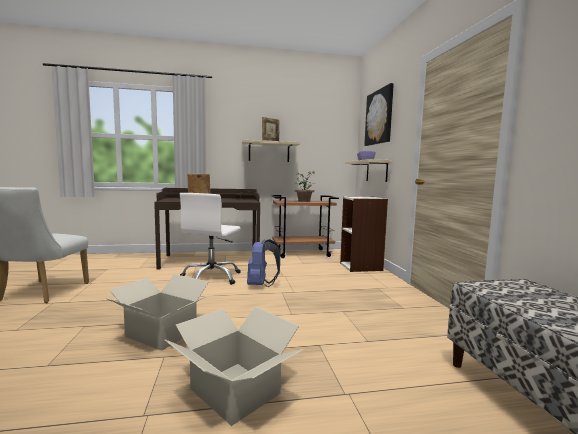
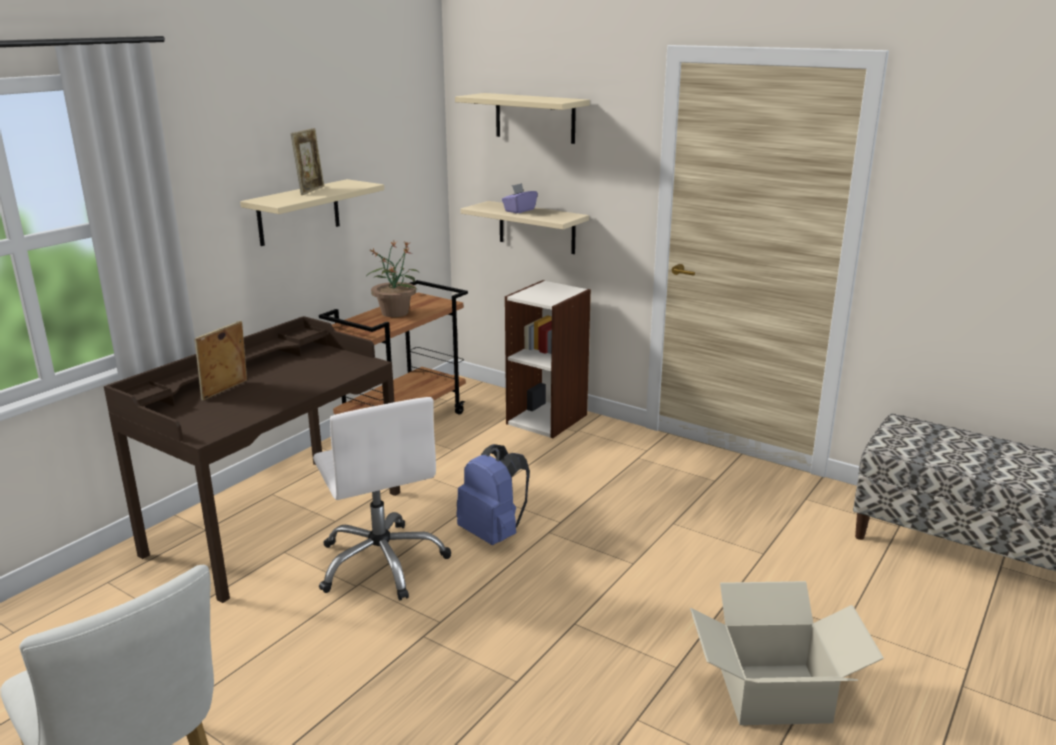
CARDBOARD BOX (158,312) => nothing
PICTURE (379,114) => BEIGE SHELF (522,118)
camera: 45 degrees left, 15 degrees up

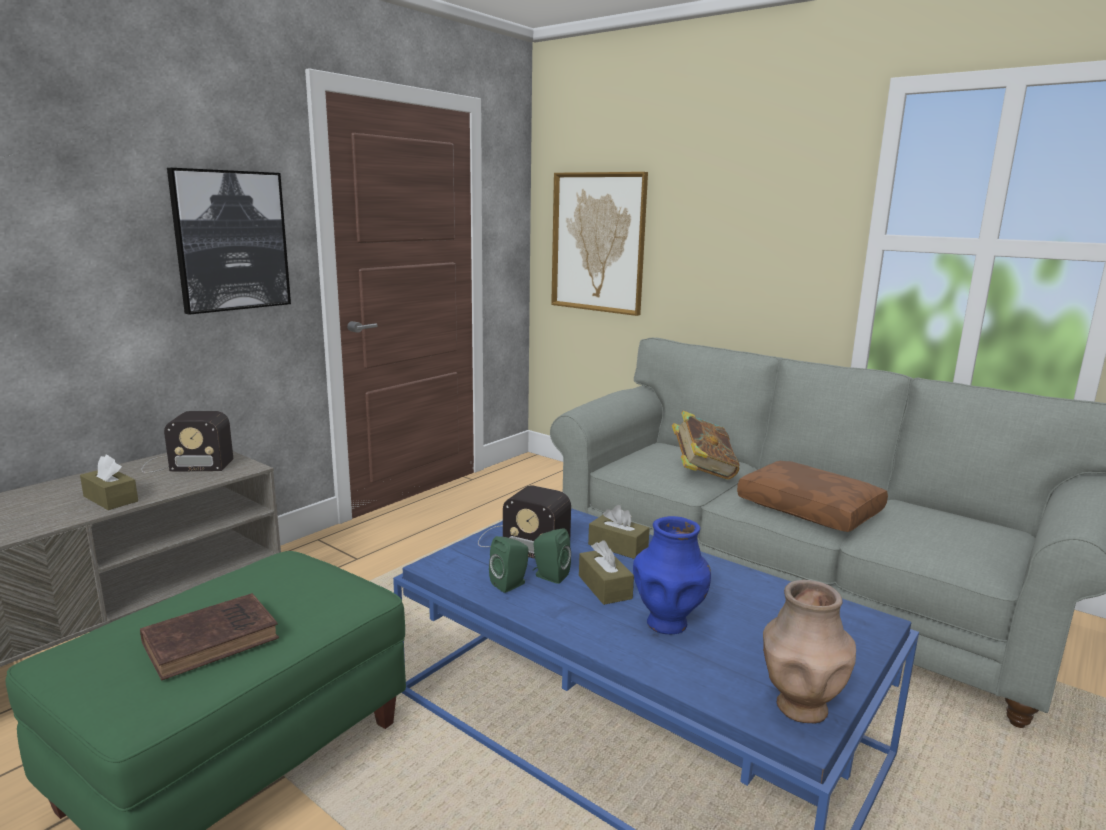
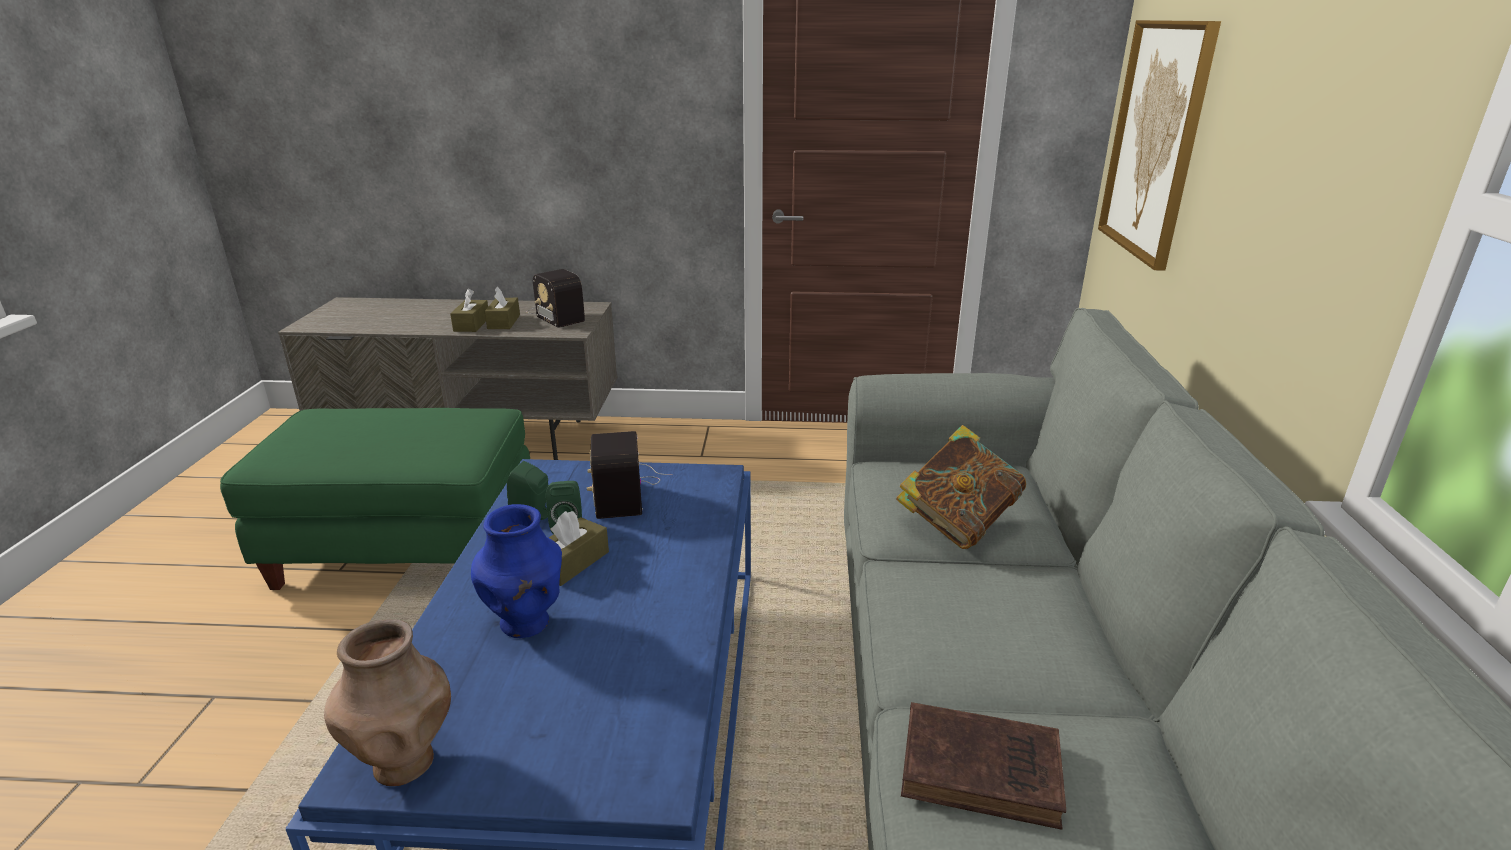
BROWN BOOK (209,637) => BROWN BOOK (983,766), move
PICTURE (229,241) => nothing
BROWN TISSUE BOX (619,532) => BROWN TISSUE BOX (502,308), move
BROWN PILLOW (812,496) => nothing
camera: 55 degrees right, 10 degrees up

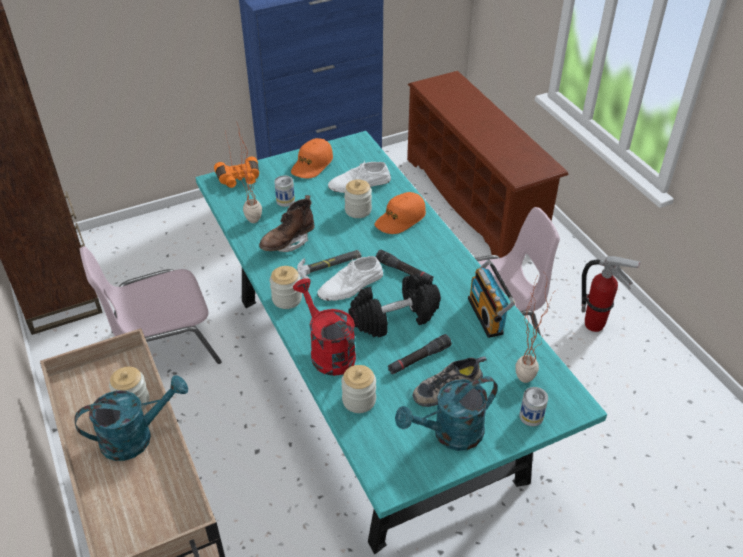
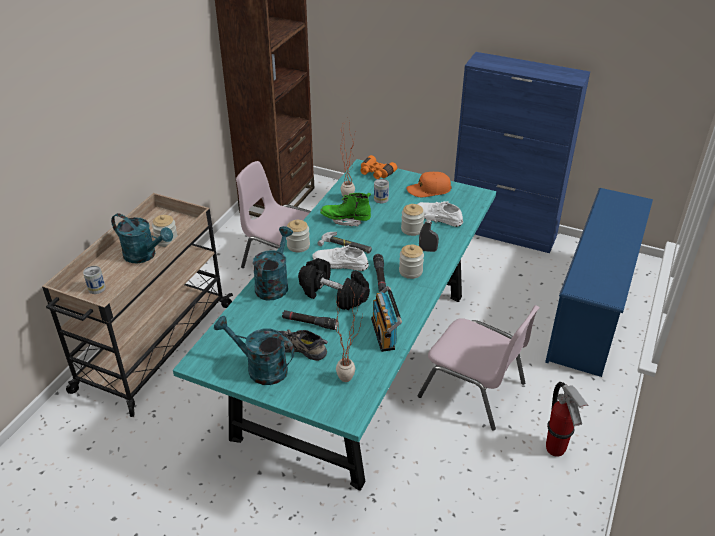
BROWN BOOT (287,223) => GREEN BOOT (345,209)
RED WATERING CAN (324,327) => TURQUOISE WATERING CAN (273,263)
JAR (358,389) => JAR (411,262), move
ORANGE CAP (400,213) => GREY SPRAY BOTTLE (429,233)
BROWN SHOE RACK (487,164) => BLUE SHOE RACK (599,282)
RADIO (492,299) => RADIO (386,319), 45 degrees counterclockwise
CAN (533,406) => CAN (94,280), move
camera: 50 degrees right, 5 degrees down

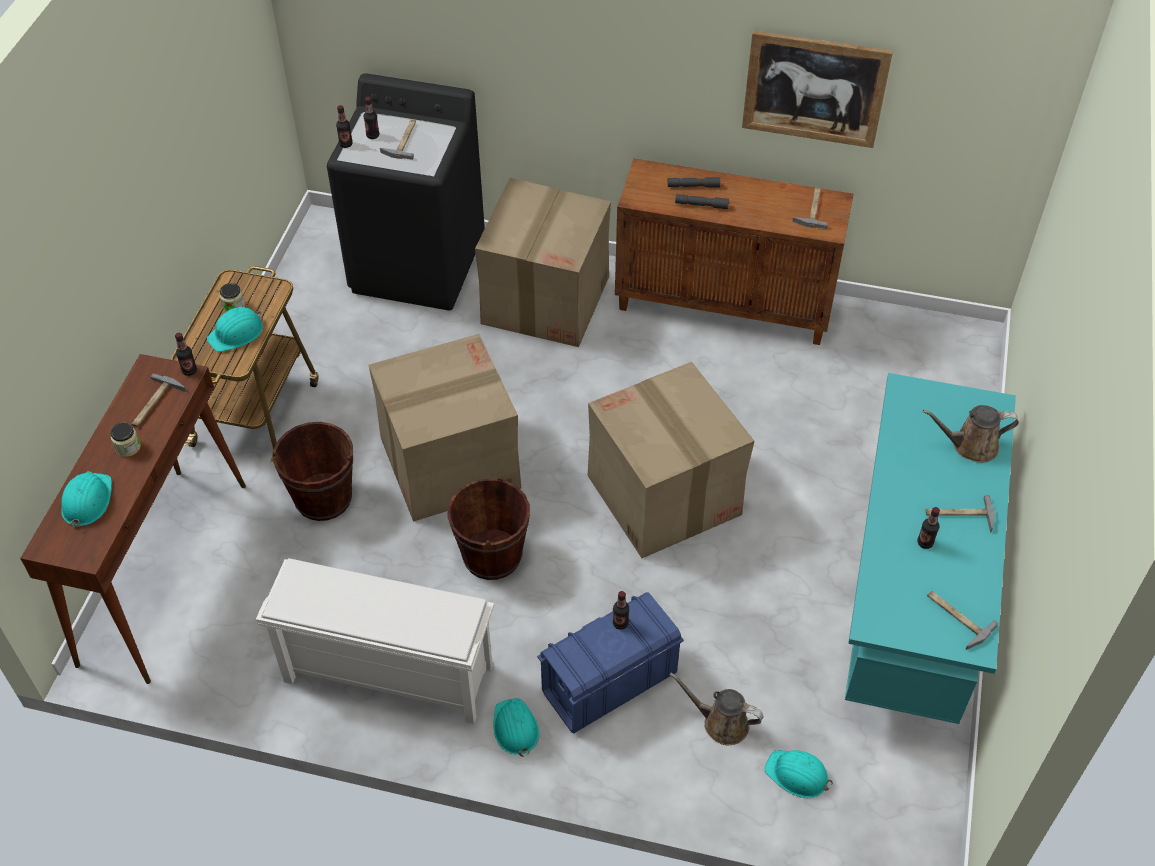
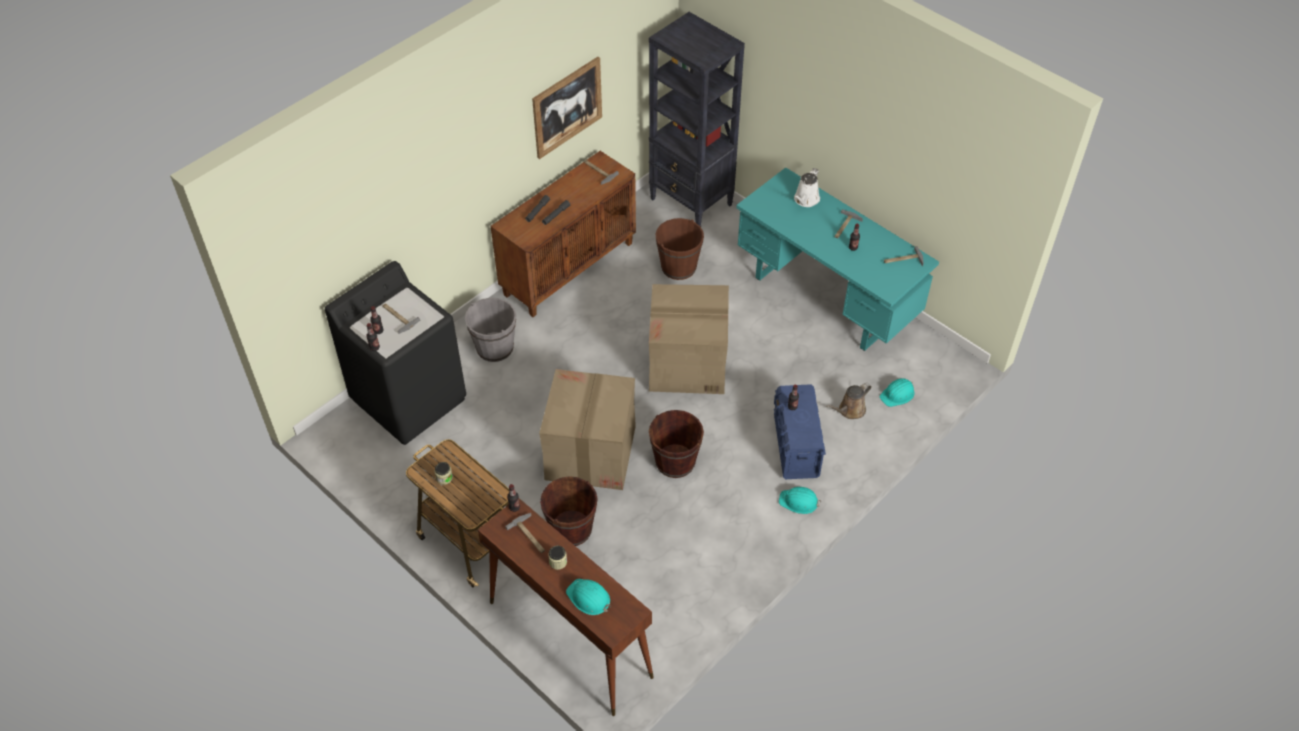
TURQUOISE HARD HAT (235,329) => nothing
WHITE SHOE RACK (375,641) => nothing
CARDBOARD BOX (543,262) => GREY BUCKET (490,330)
BROWN WATERING CAN (971,434) => WHITE WATERING CAN (807,187)
nothing => BLACK BOOKCASE (697,119)
nothing => BROWN BUCKET (679,249)
camera: 60 degrees left, 0 degrees up

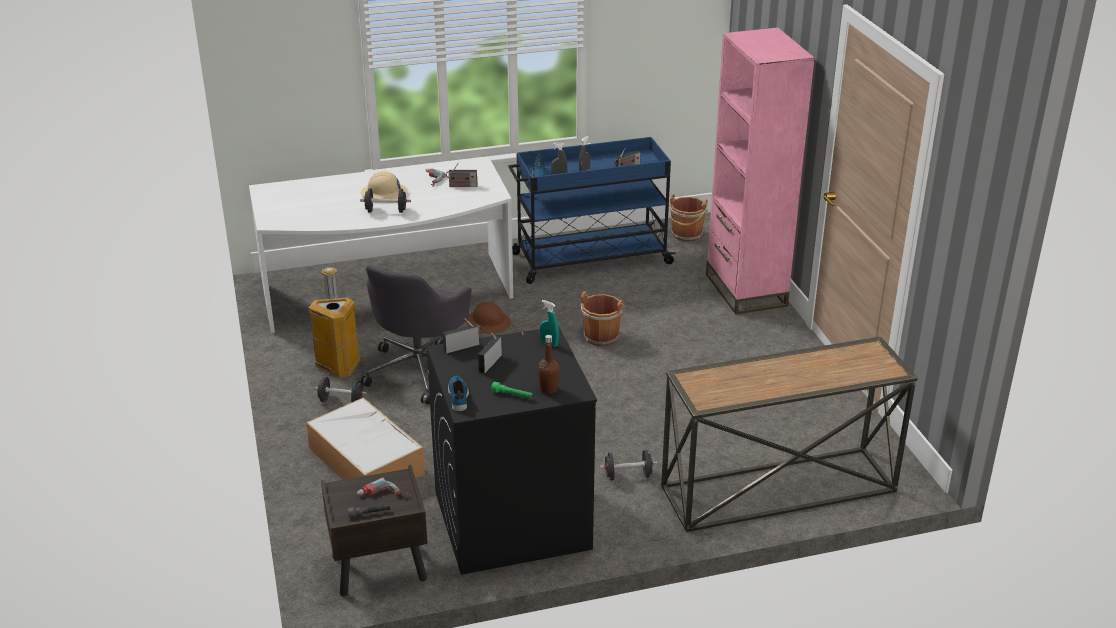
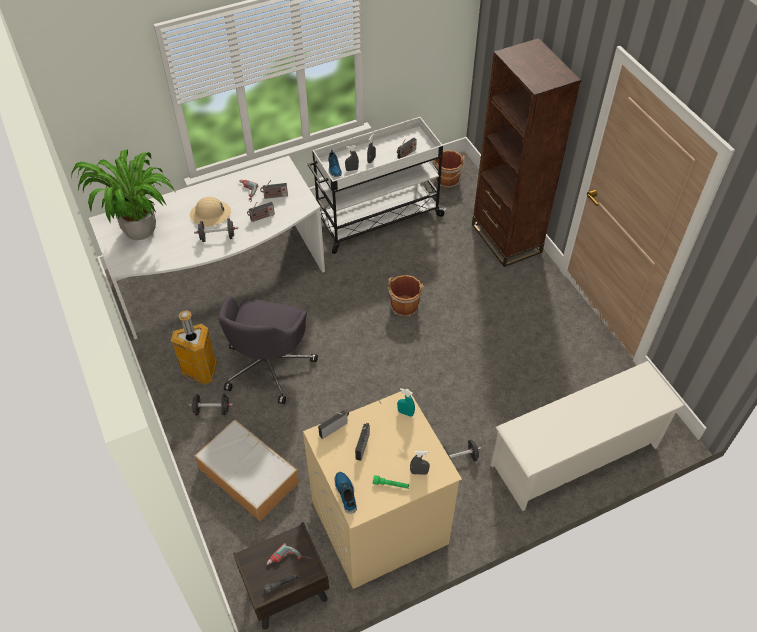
BLACK WASHING MACHINE (511,450) => BEIGE WASHING MACHINE (382,489)
BROWN HARD HAT (488,318) => nothing
BLUE CART (592,210) => WHITE CART (377,185)
BROWN BOTTLE (549,364) => GREY SPRAY BOTTLE (420,463)
CONSOLE TABLE (789,434) => WHITE SHOE RACK (588,436)
PINK BOOKCASE (760,171) => BROWN BOOKCASE (526,152)
nothing => POTTED PLANT (123,195)
nothing => RADIO (261,212)
camera: 10 degrees left, 20 degrees up

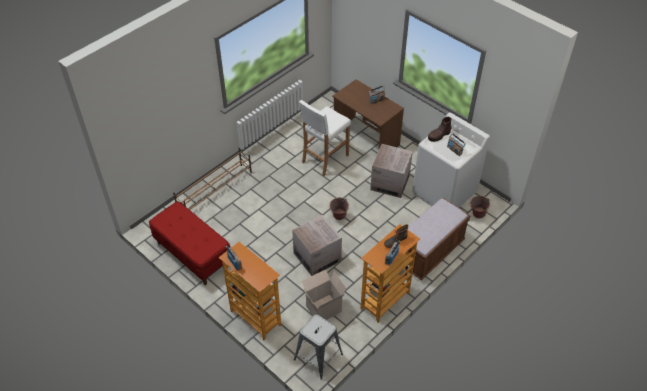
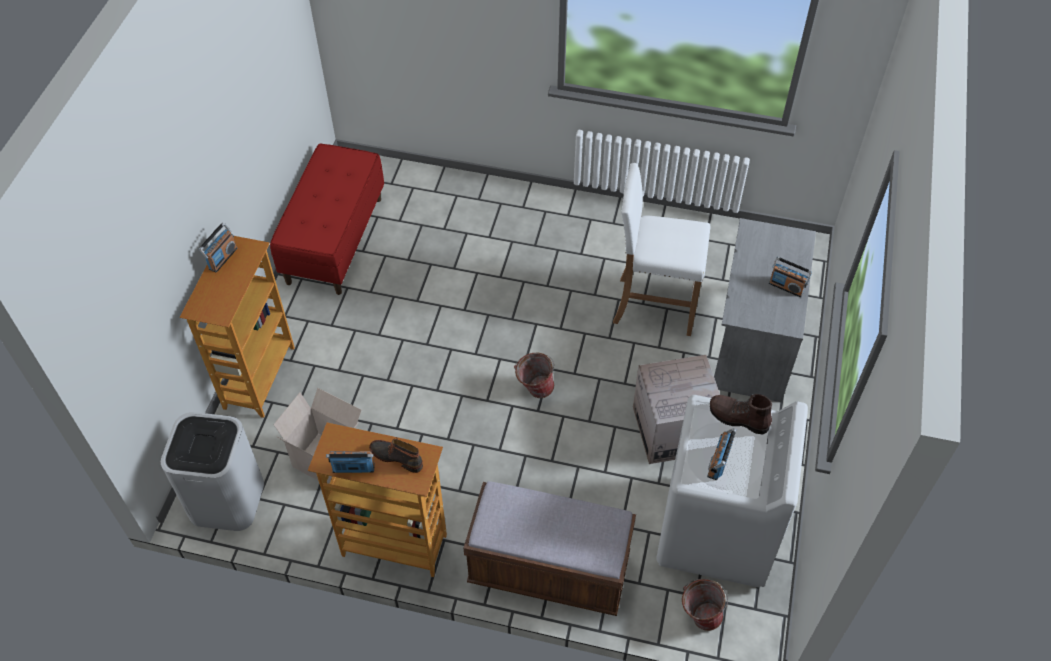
BROWN SHOE RACK (212,179) => nothing
CARDBOARD BOX (317,245) => nothing
GREY STOOL (318,347) => WHITE TRASH CAN (212,471)
BROWN DESK (368,114) => GREY DESK (765,310)
camera: 60 degrees right, 5 degrees up

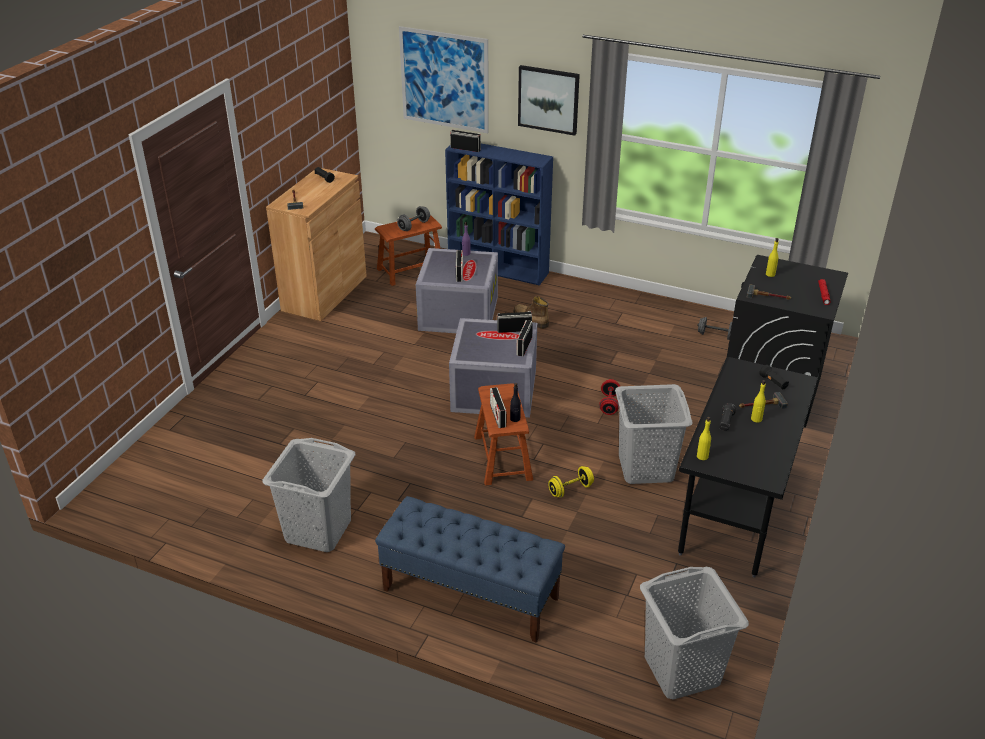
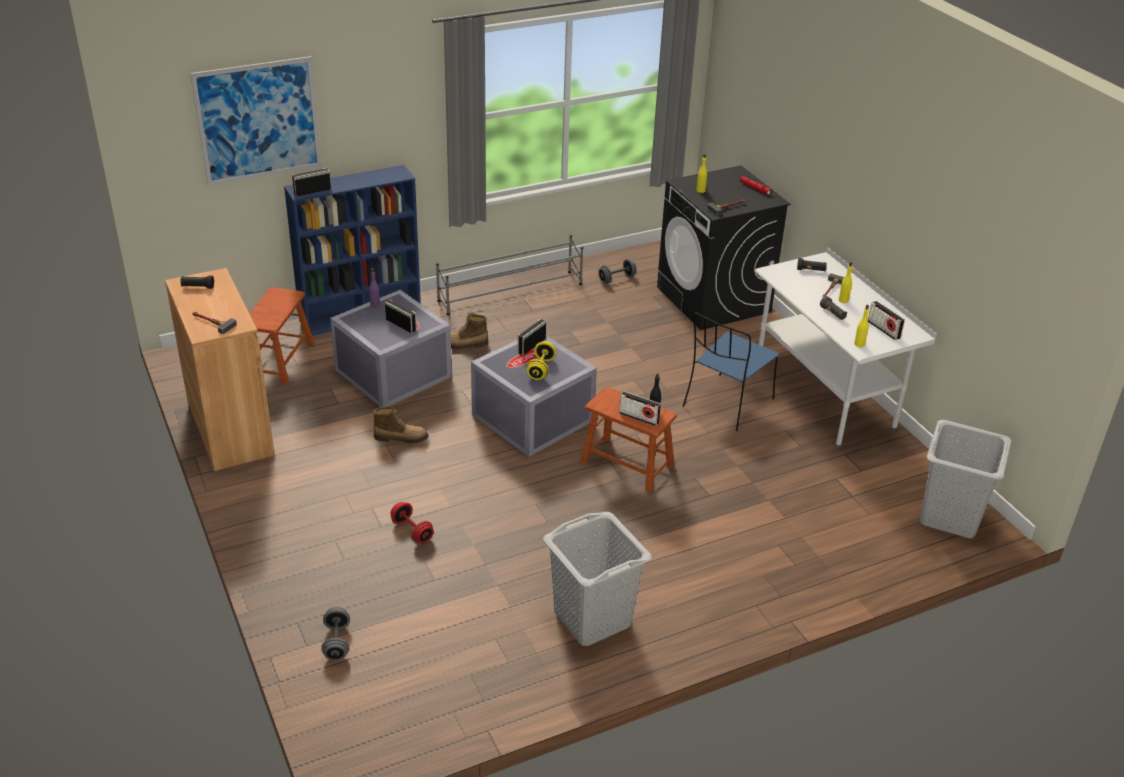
BLUE BENCH (470,569) => nothing
GREY DUMBBELL (413,218) => GREY DUMBBELL (335,634), move
RADIO (524,338) => RADIO (886,320), move
PICTURE (549,100) => nothing
YELLOW DUMBBELL (571,482) => YELLOW DUMBBELL (541,360), move
RED DUMBBELL (609,397) => RED DUMBBELL (412,522), move
GREY LAUNDRY BASKET (654,434) => BLUE CHAIR (731,372)
BLACK DESK (748,467) => WHITE DESK (846,347)
nothing => BOOT (401,425)
nothing => GREY SHOE RACK (509,275)
camera: 50 degrees left, 0 degrees up

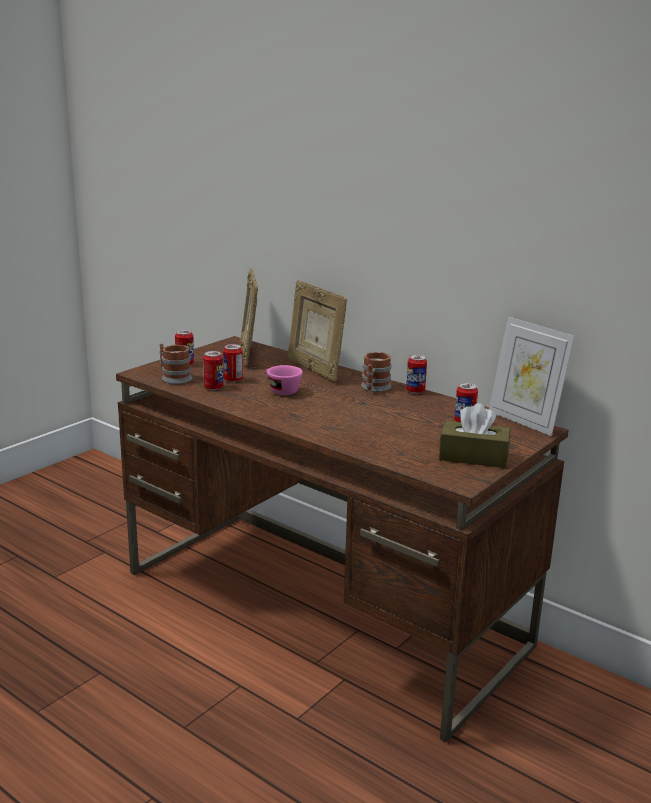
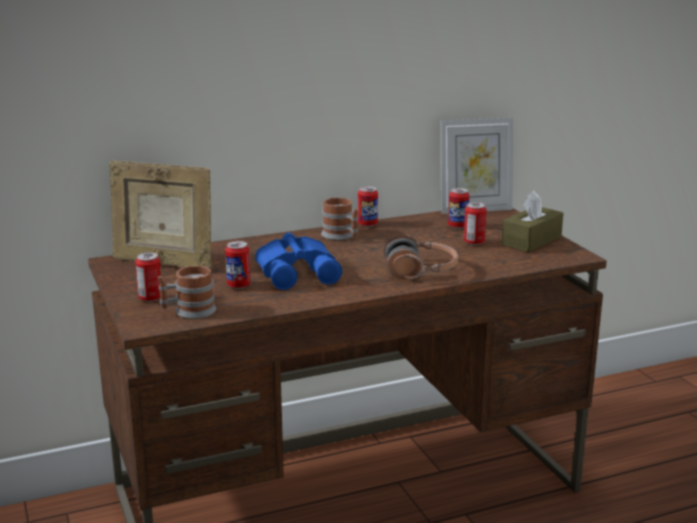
CAN (213,370) => CAN (475,223), move
PINK CUP (284,380) => BLUE BINOCULARS (298,261)
PICTURE FRAME (317,330) => nothing
nothing => HEADPHONES (421,257)
camera: 60 degrees left, 0 degrees up

